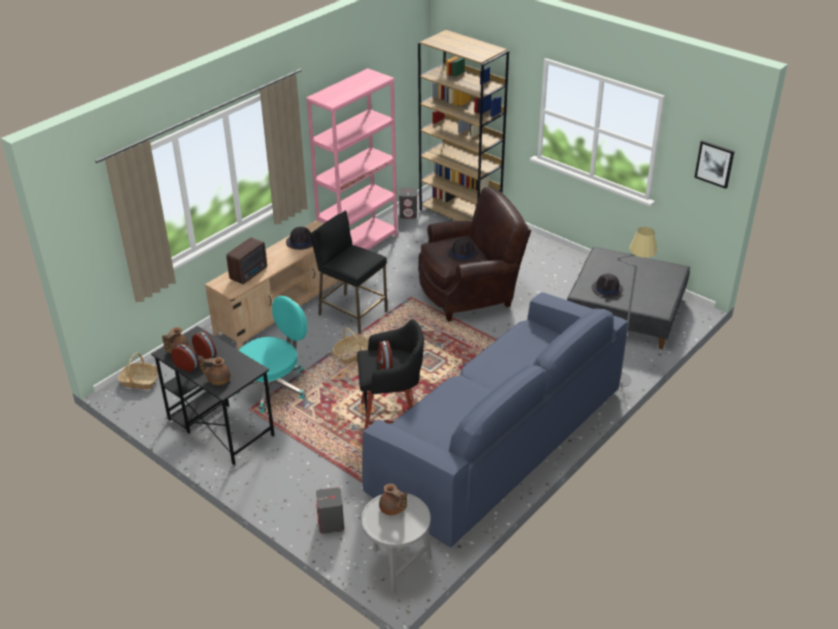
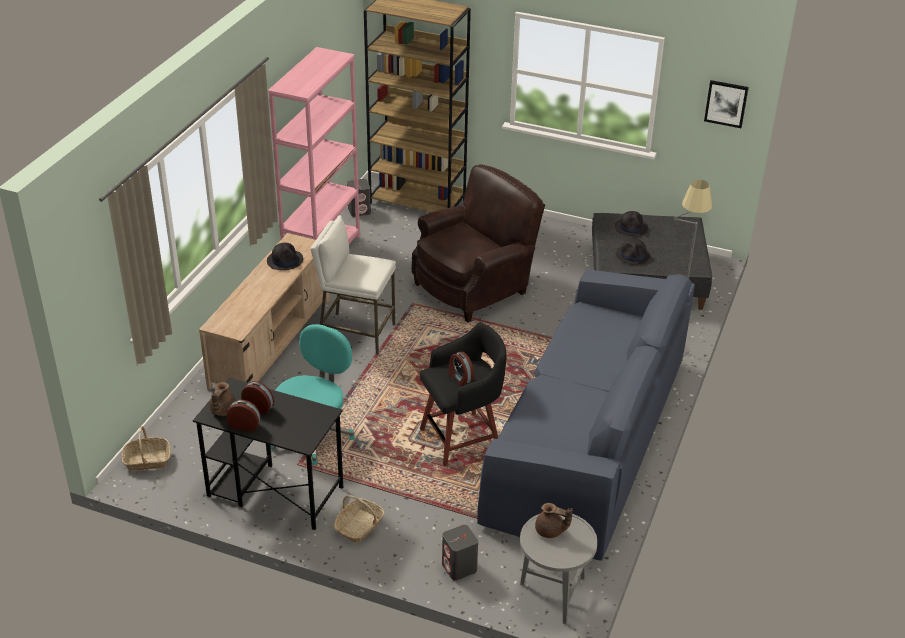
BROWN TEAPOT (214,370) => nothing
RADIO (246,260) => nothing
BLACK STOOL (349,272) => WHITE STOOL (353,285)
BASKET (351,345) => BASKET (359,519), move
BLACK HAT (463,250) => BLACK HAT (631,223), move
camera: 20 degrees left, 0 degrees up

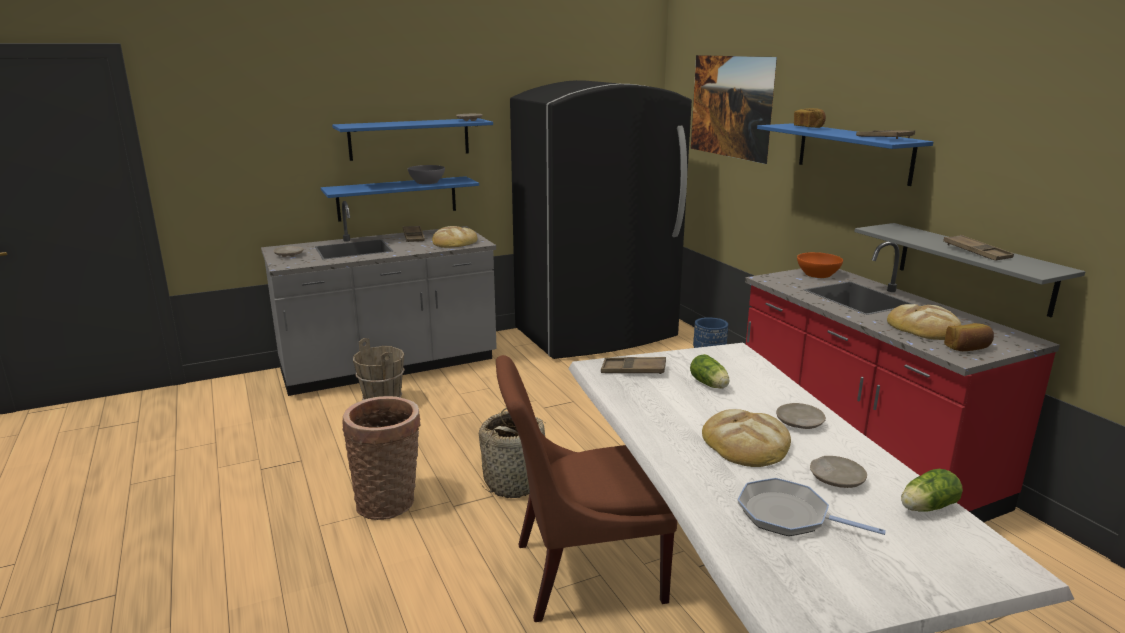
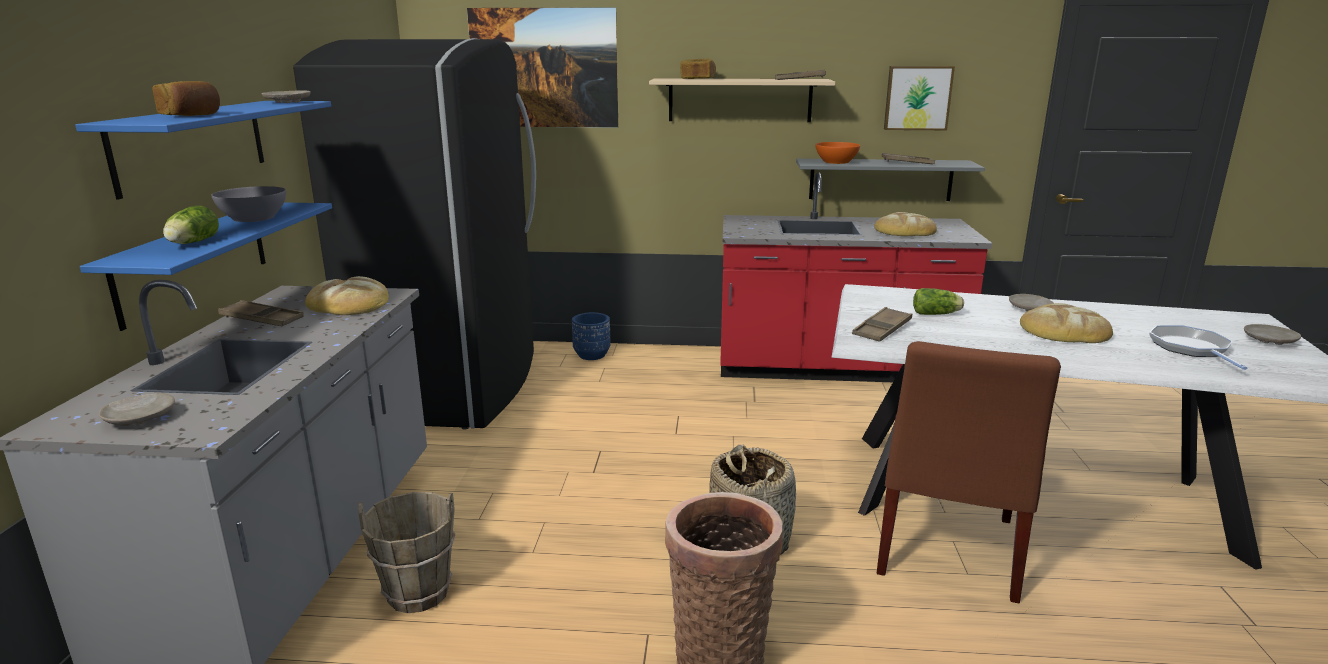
FRYING PAN (811,507) => FRYING PAN (1198,347), 120 degrees clockwise
BLUE SHELF (845,154) => BEIGE SHELF (742,100)
ORANGE BOWL (820,265) => ORANGE BOWL (837,153), move
BEIGE PLATE (838,472) => BEIGE PLATE (1272,334), move
LETTUCE (932,490) => LETTUCE (191,225), move
BREAD (969,337) => BREAD (186,98), move
nothing => PICTURE (919,98)
camera: 60 degrees left, 0 degrees up

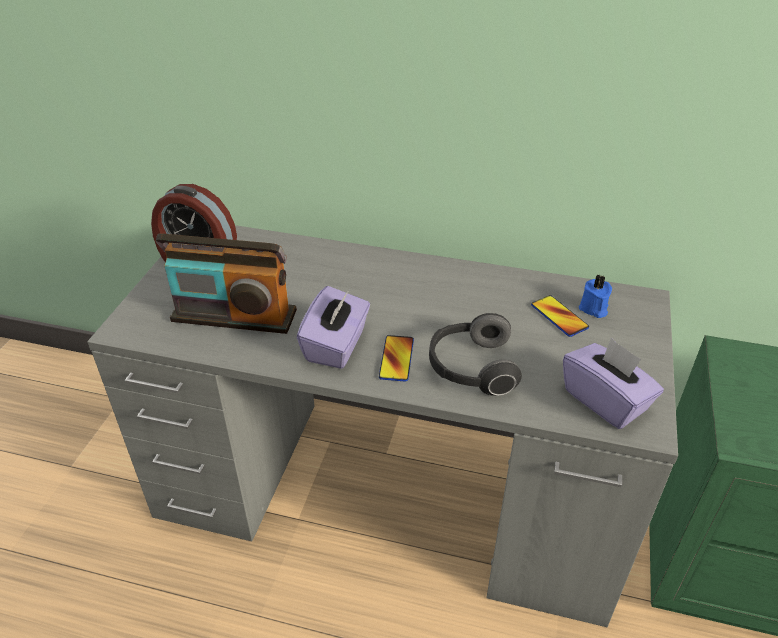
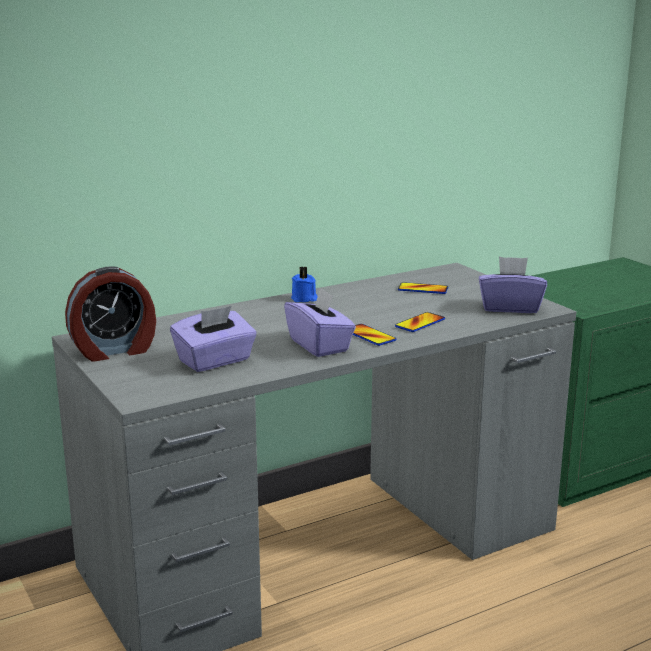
RADIO (226,284) => PURPLE TISSUE BOX (213,339)
HEADPHONES (475,354) => PHONE (420,322)
BLUE CANDLE (595,296) => BLUE CANDLE (304,284), move
camera: 45 degrees left, 20 degrees down

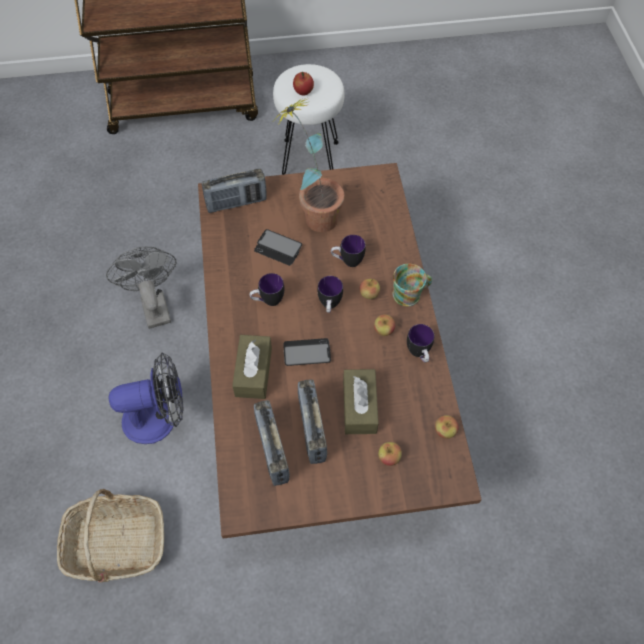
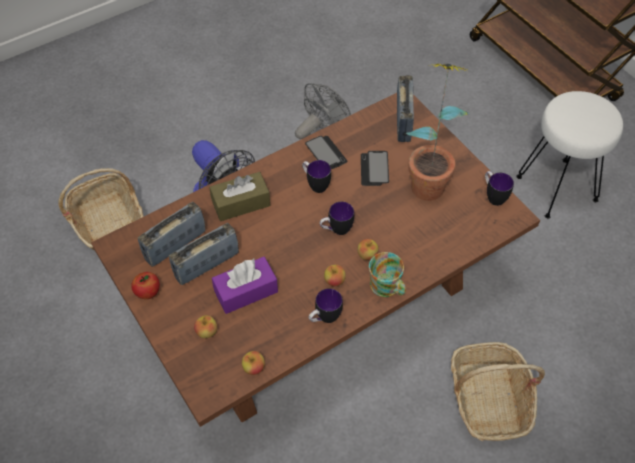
RADIO (234,191) => RADIO (405,108), 135 degrees counterclockwise
PHONE (307,352) => PHONE (326,152), move
APPLE (303,84) => APPLE (145,285), move
MUG (348,251) => MUG (499,188), move
BROWN TISSUE BOX (361,401) => PURPLE TISSUE BOX (245,285)
nothing => BASKET (498,391)
camera: 65 degrees right, 5 degrees down

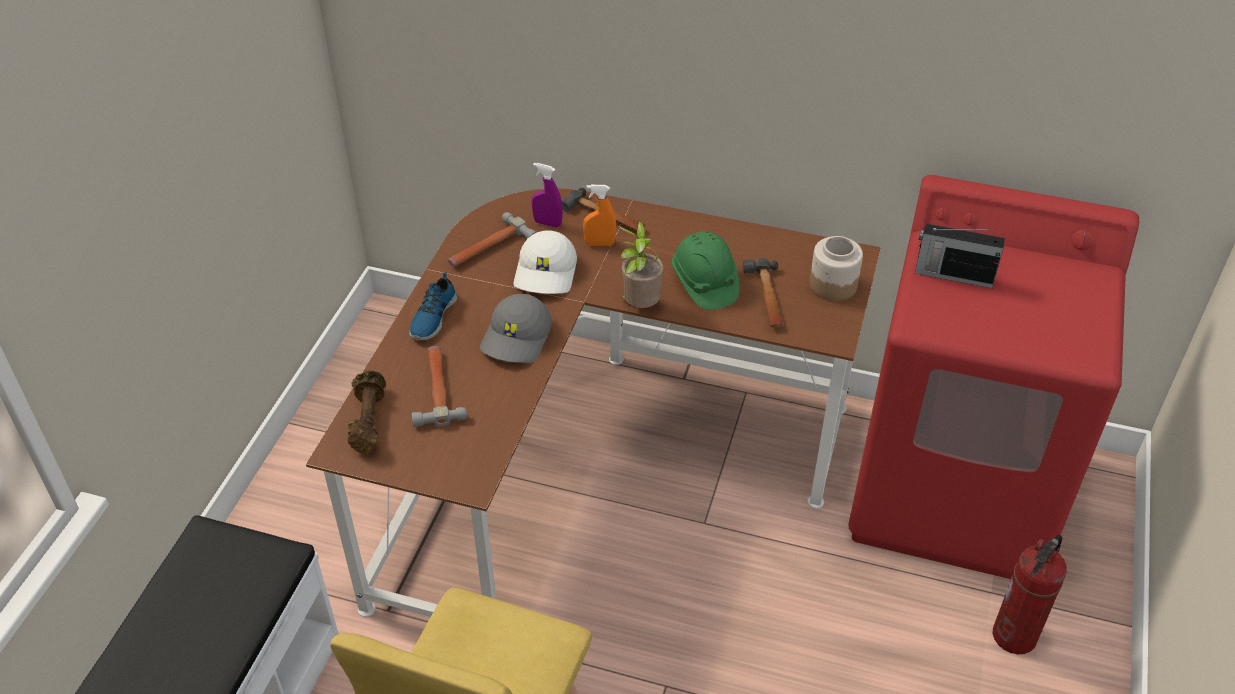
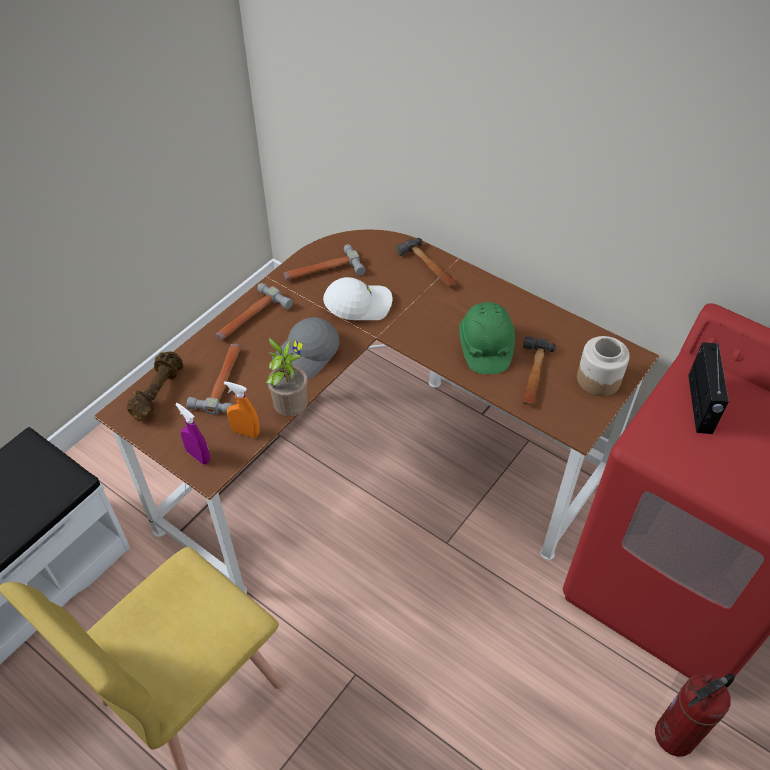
SHOE (433,306) => HAMMER (254,311)
WHITE CAP (545,262) => WHITE CAP (357,298), 135 degrees counterclockwise
PURPLE SPRAY BOTTLE (547,195) => PURPLE SPRAY BOTTLE (192,433), move
ORANGE SPRAY BOTTLE (599,215) => ORANGE SPRAY BOTTLE (242,409), move
POTTED PLANT (640,264) => POTTED PLANT (287,376), move
RADIO (960,256) => RADIO (708,388), 120 degrees counterclockwise
camera: 20 degrees right, 5 degrees up

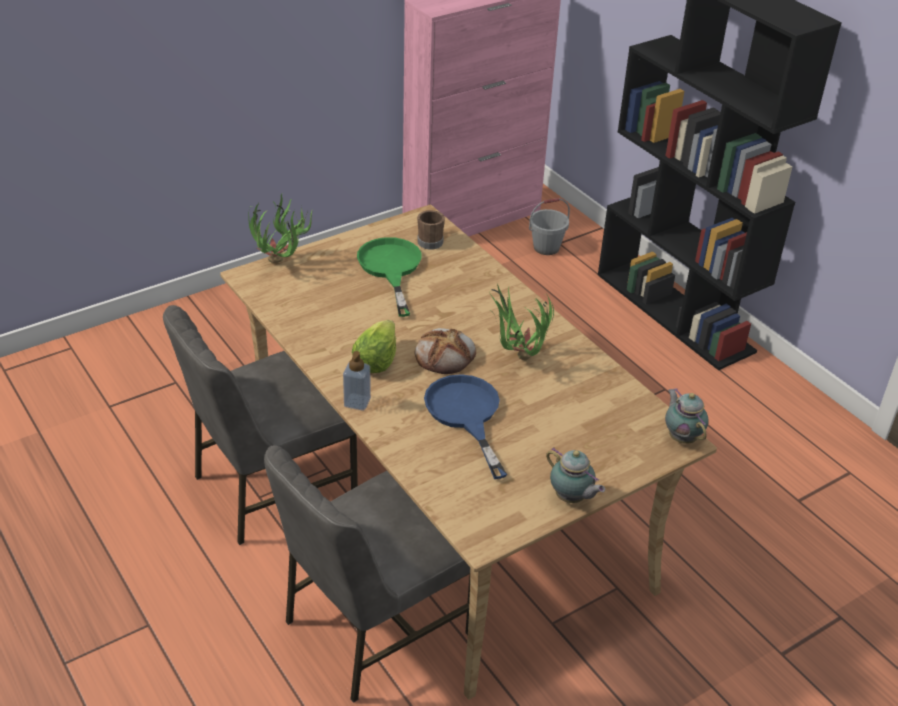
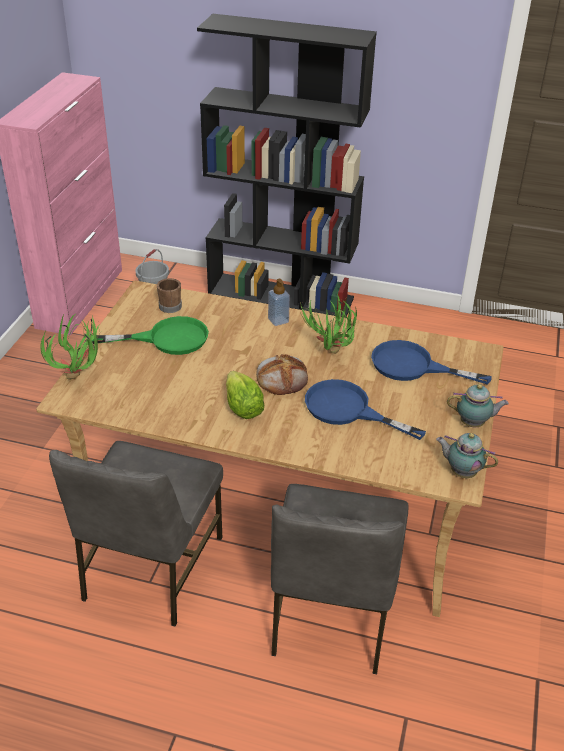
SOAP DISPENSER (357,380) => SOAP DISPENSER (279,302), move
GREEN FRYING PAN (389,277) => GREEN FRYING PAN (150,335), 135 degrees clockwise
TEAPOT (687,416) => TEAPOT (467,455), move
nothing => BLUE FRYING PAN (431,362)
camera: 40 degrees left, 0 degrees up

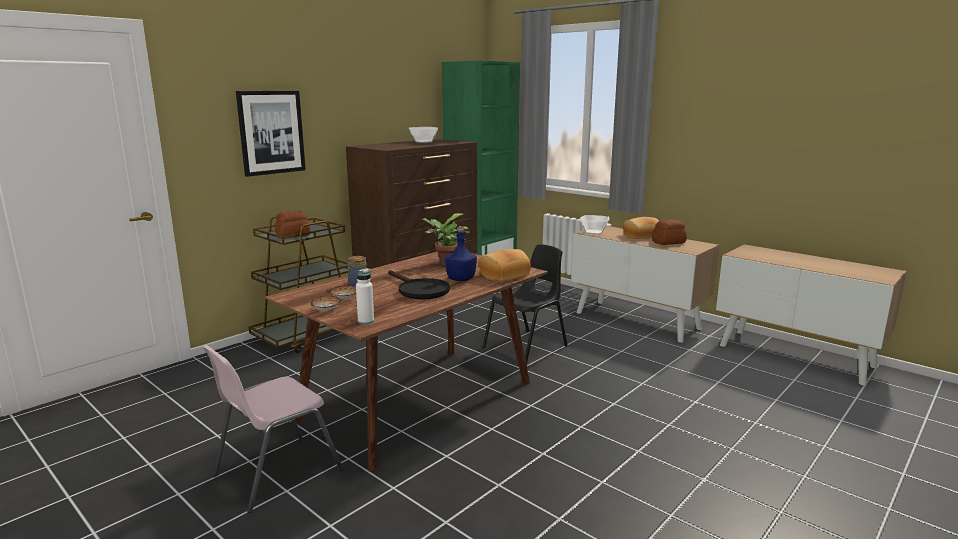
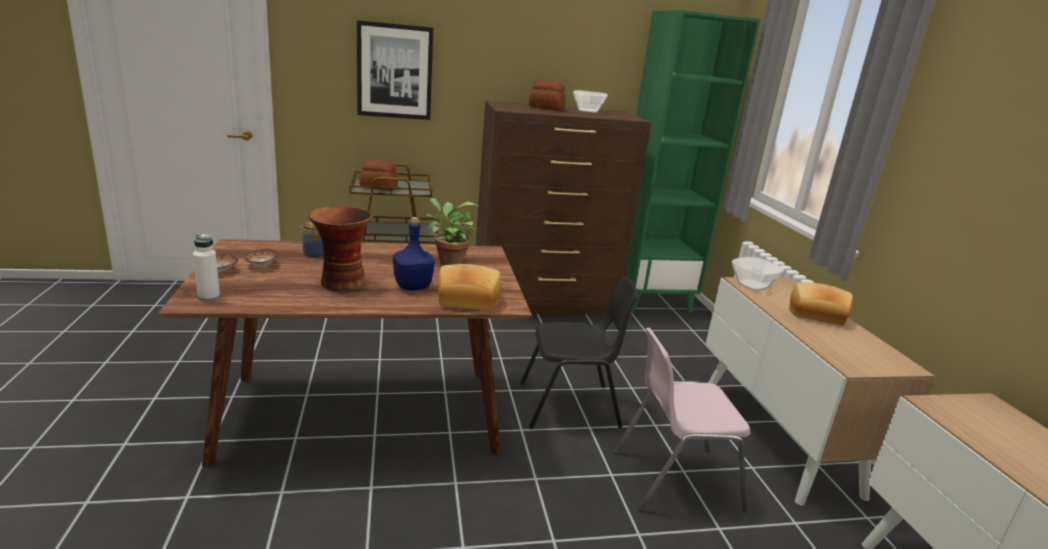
PINK CHAIR (273,429) => PINK CHAIR (682,420), move
BLACK FRYING PAN (419,285) => VASE (340,249)
BREAD (669,232) => BREAD (547,95), move
camera: 35 degrees right, 5 degrees up

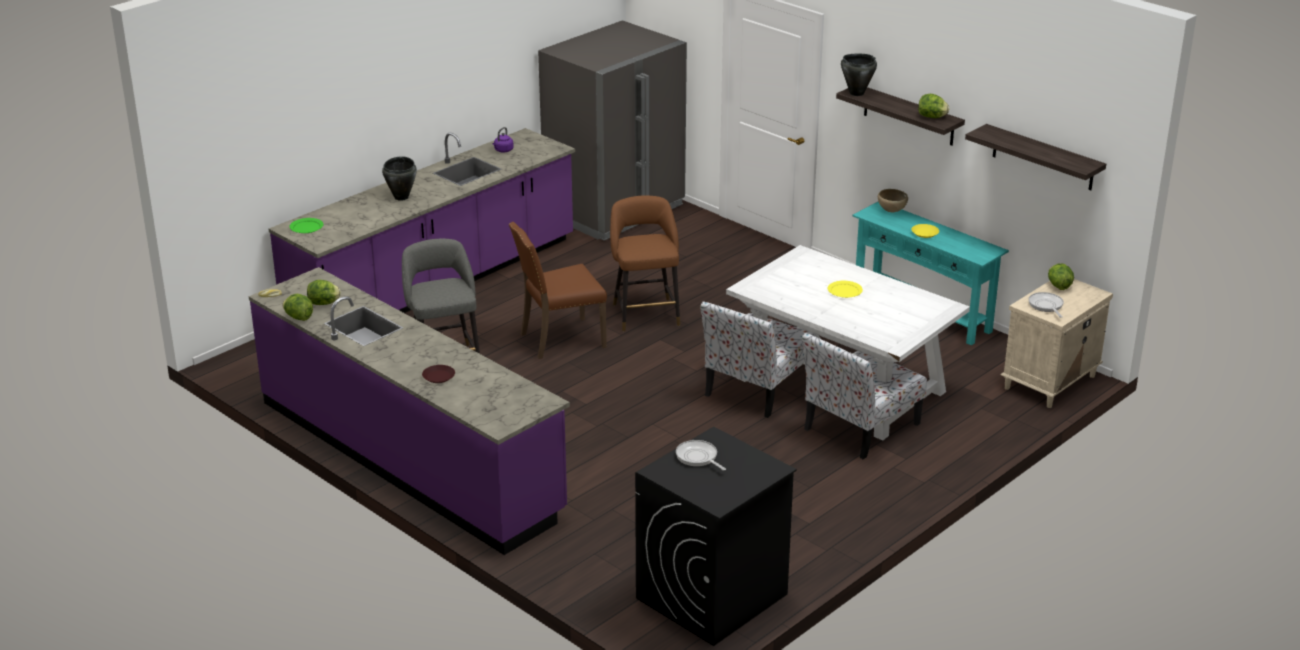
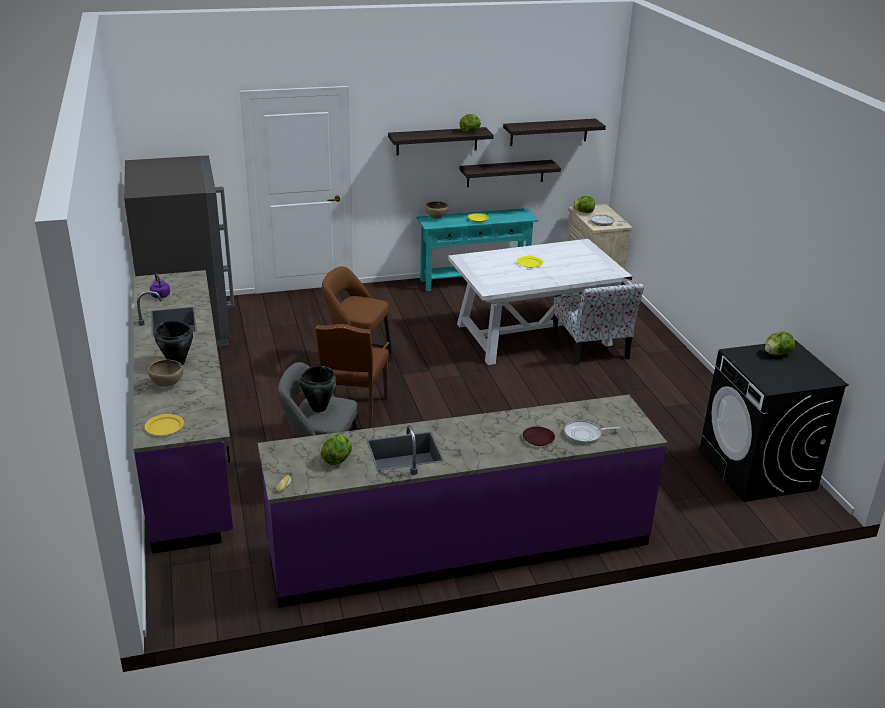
LETTUCE (297,307) => LETTUCE (780,343), move
GREEN PLATE (306,225) => YELLOW PLATE (164,425)
FRYING PAN (701,455) => FRYING PAN (592,432), move
CHAIR (758,359) => nothing
BLACK COOKING POT (859,75) => BLACK COOKING POT (317,389), move
nothing => BROWN BOWL (165,373)
nothing => SHELF (510,173)
camera: 60 degrees left, 0 degrees up

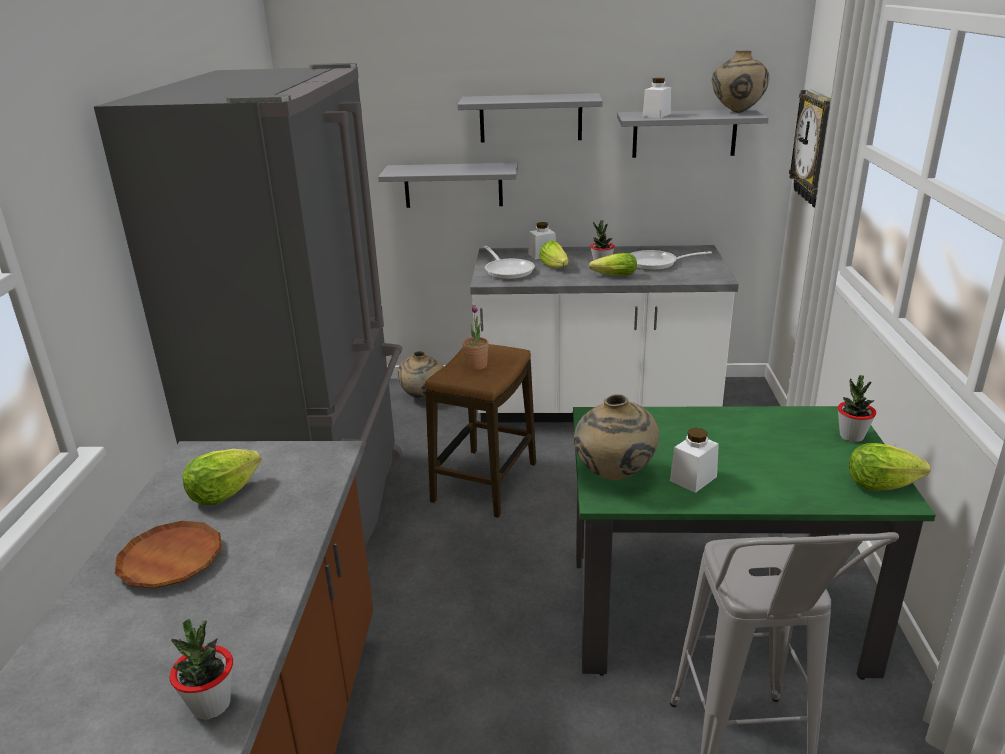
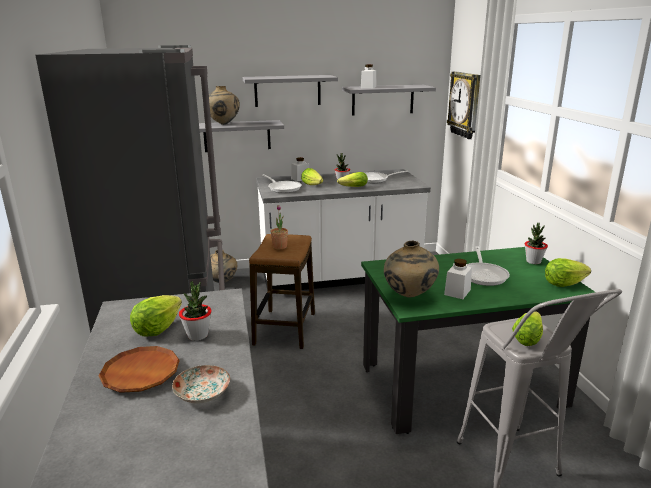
POTTED PLANT (201,669) => POTTED PLANT (195,311), move
BEIGE VASE (740,82) => BEIGE VASE (224,105), move
nothing => PLATE (201,384)
nothing => FRYING PAN (488,266)
nothing => LETTUCE (527,329)
camera: 15 degrees left, 5 degrees down

